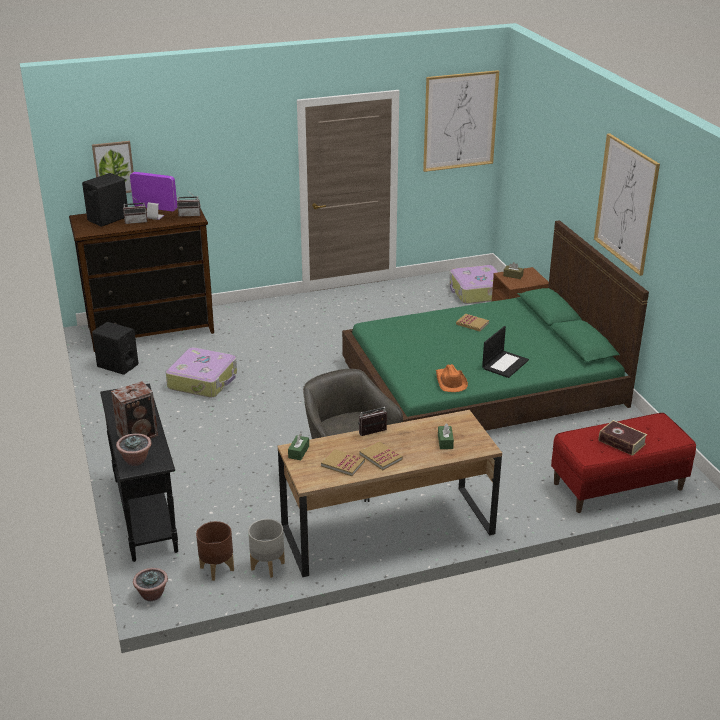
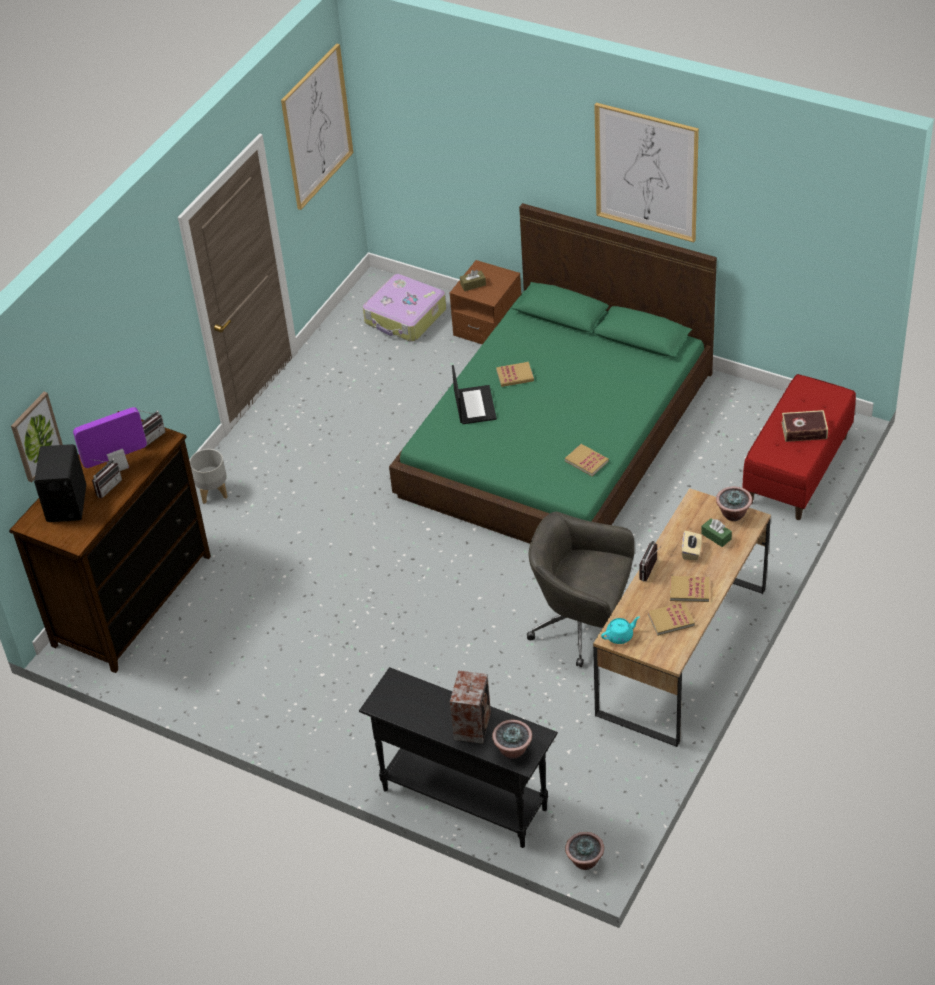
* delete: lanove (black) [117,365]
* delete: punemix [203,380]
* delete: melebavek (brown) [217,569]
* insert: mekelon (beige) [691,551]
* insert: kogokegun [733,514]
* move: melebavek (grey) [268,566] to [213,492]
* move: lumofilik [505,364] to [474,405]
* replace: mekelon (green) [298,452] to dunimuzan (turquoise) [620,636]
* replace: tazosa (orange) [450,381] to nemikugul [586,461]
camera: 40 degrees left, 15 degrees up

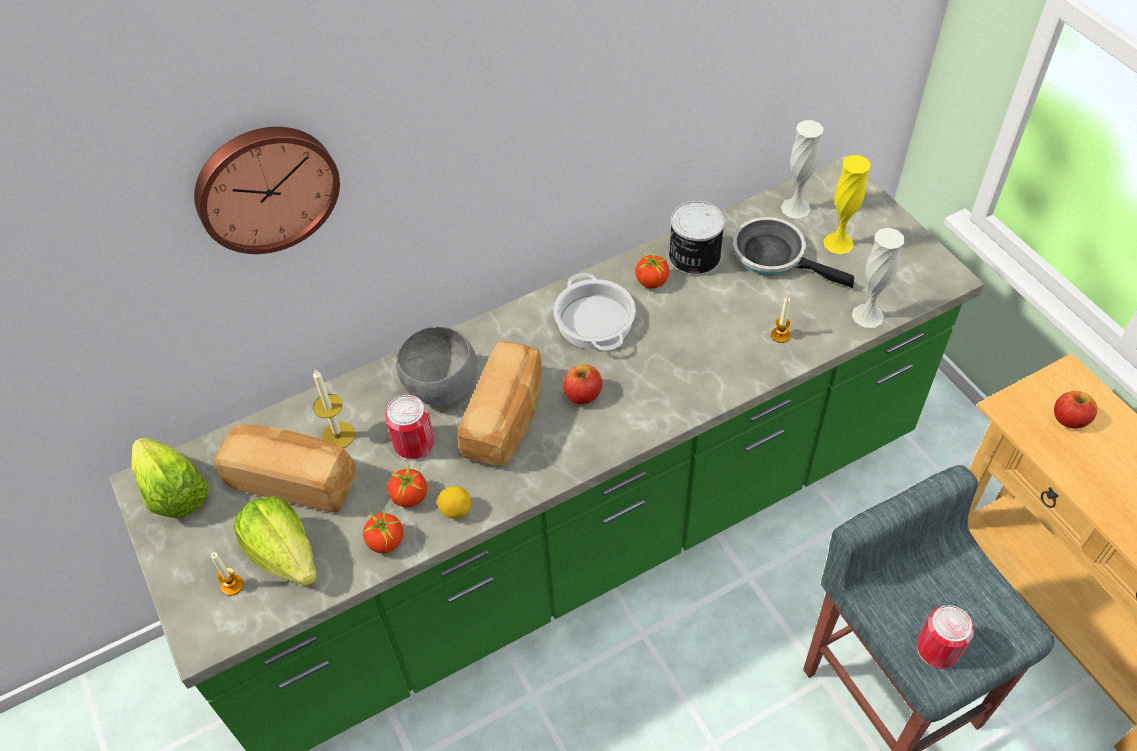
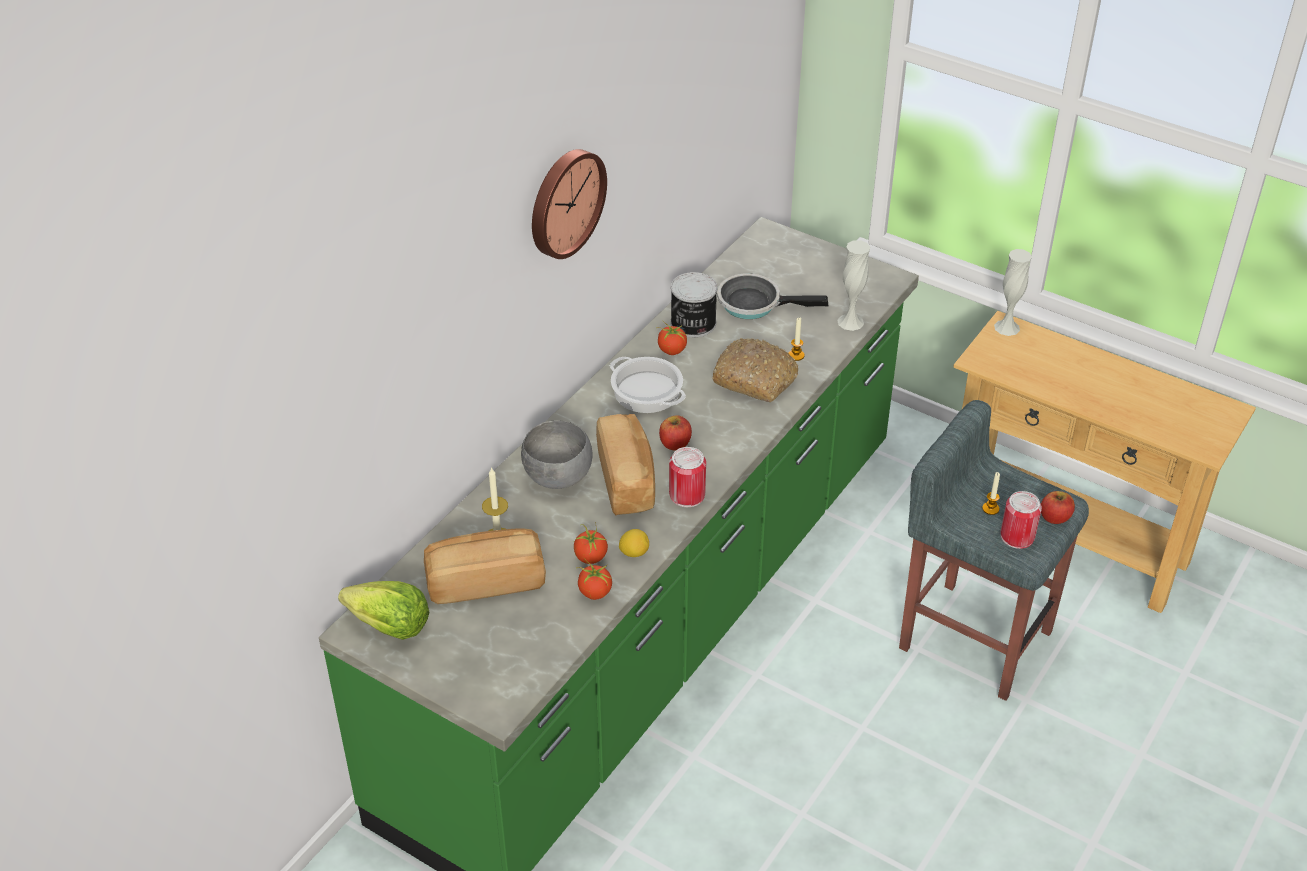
* delete: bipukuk [285,555]
* delete: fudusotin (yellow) [838,243]
* insert: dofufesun [756,379]
* move: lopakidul [265,187] to [564,202]
* move: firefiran [232,585] to [990,509]
* move: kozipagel [414,443] to [687,495]
* move: fudusotin (white) [795,208] to [1007,327]
* move: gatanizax [1069,419] to [1054,517]
camera: 30 degrees left, 10 degrees down

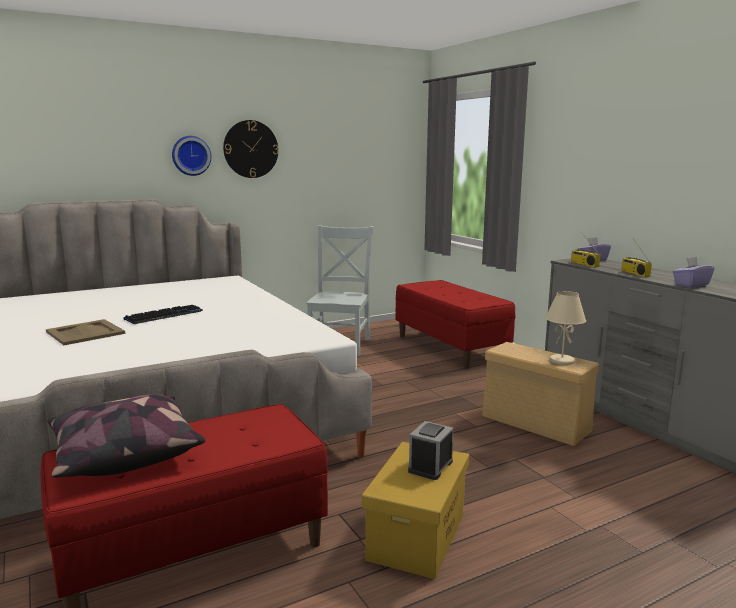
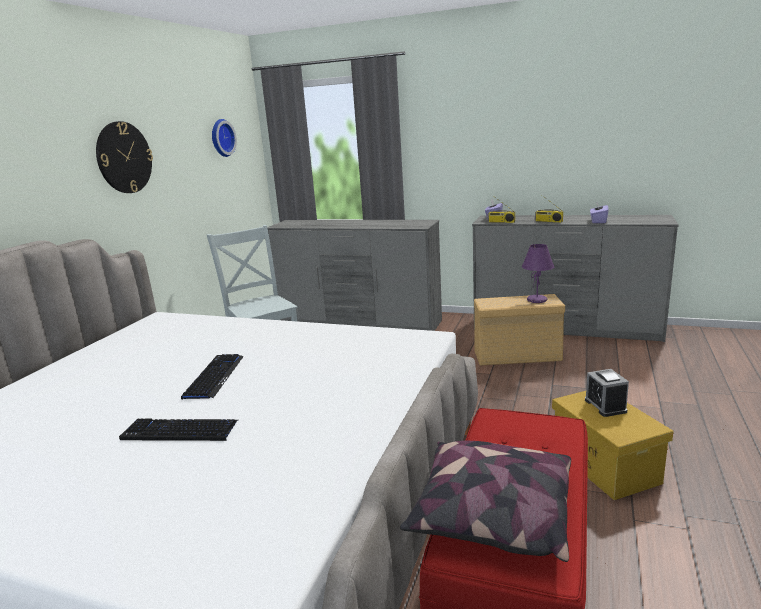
* move: lopakidul [191,155] to [221,138]
* replace: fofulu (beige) [84,332] to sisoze [180,431]
* replace: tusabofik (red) [450,347] to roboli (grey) [359,323]
* recolor: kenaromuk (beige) [561,361] to kenaromuk (purple) [537,300]
camera: 40 degrees left, 5 degrees up

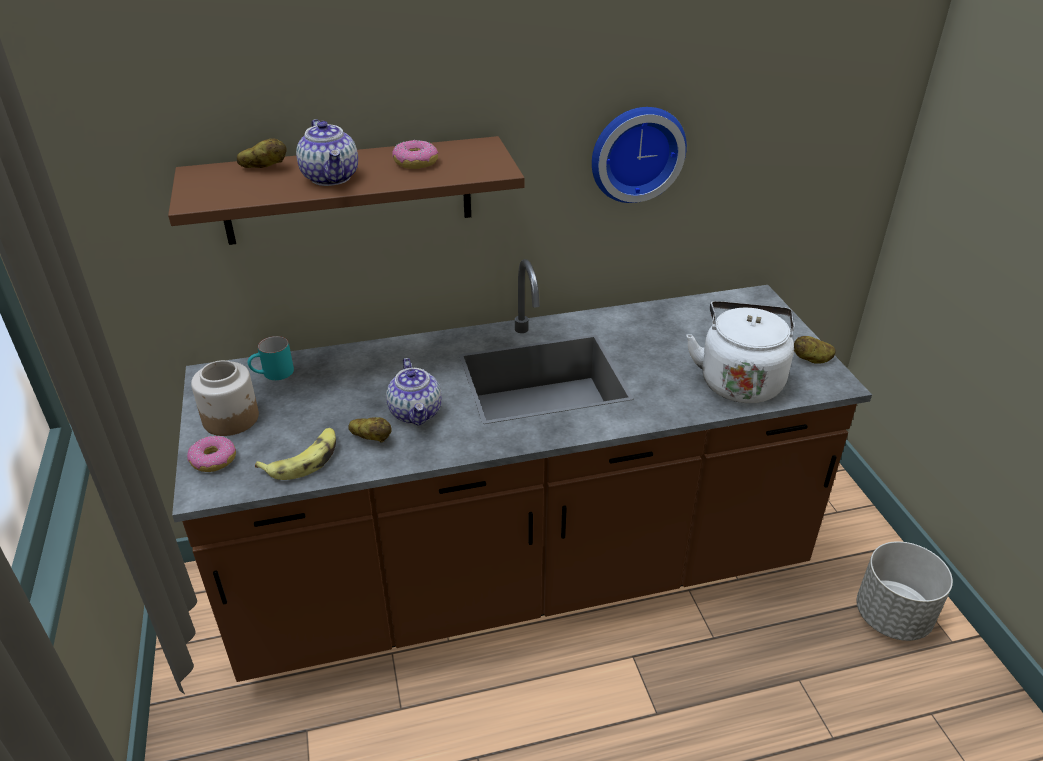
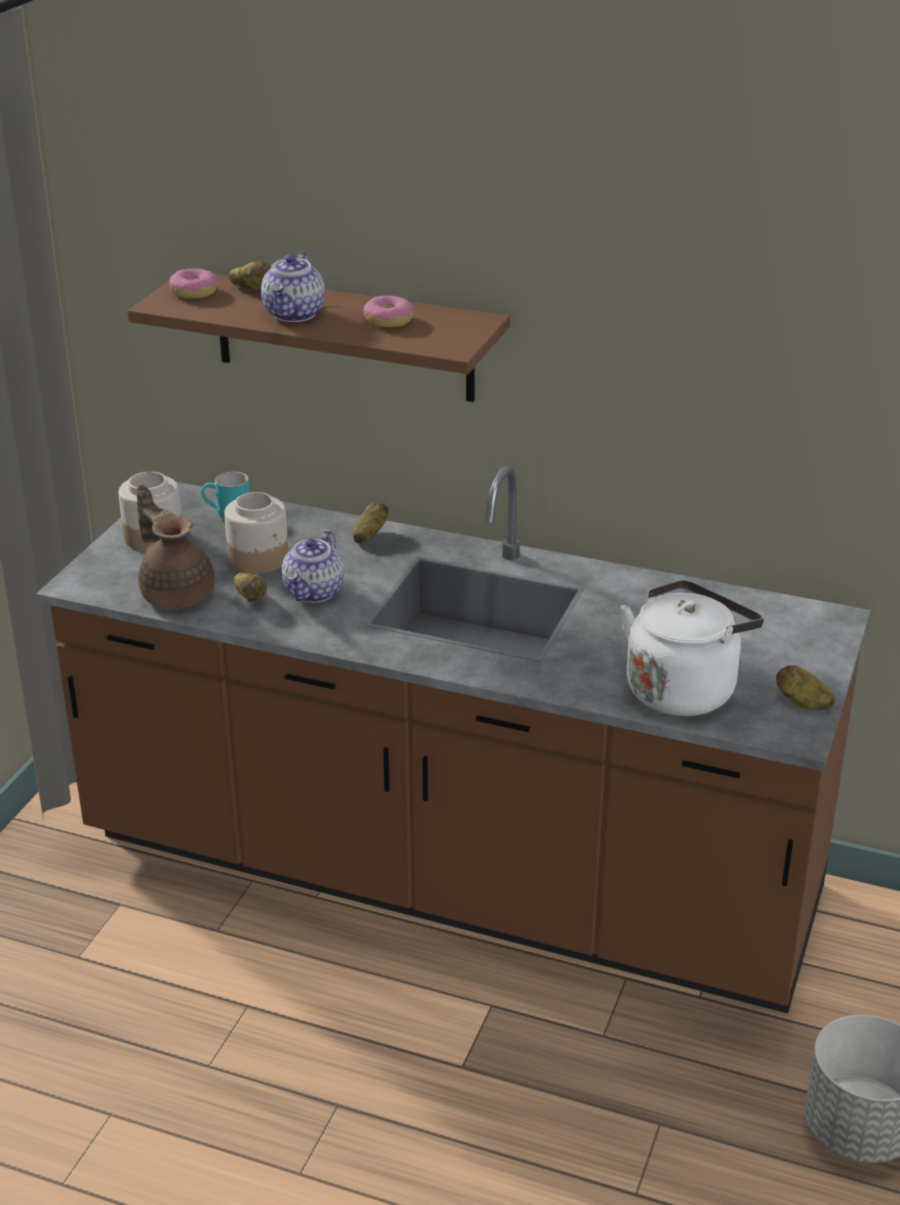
* delete: lopakidul [635,152]
* insert: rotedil [259,559]
* insert: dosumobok [369,535]
* move: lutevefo [213,460] to [194,292]
* replace: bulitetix [304,460] to dunimuzan (brown) [176,593]
camera: 35 degrees right, 5 degrees down

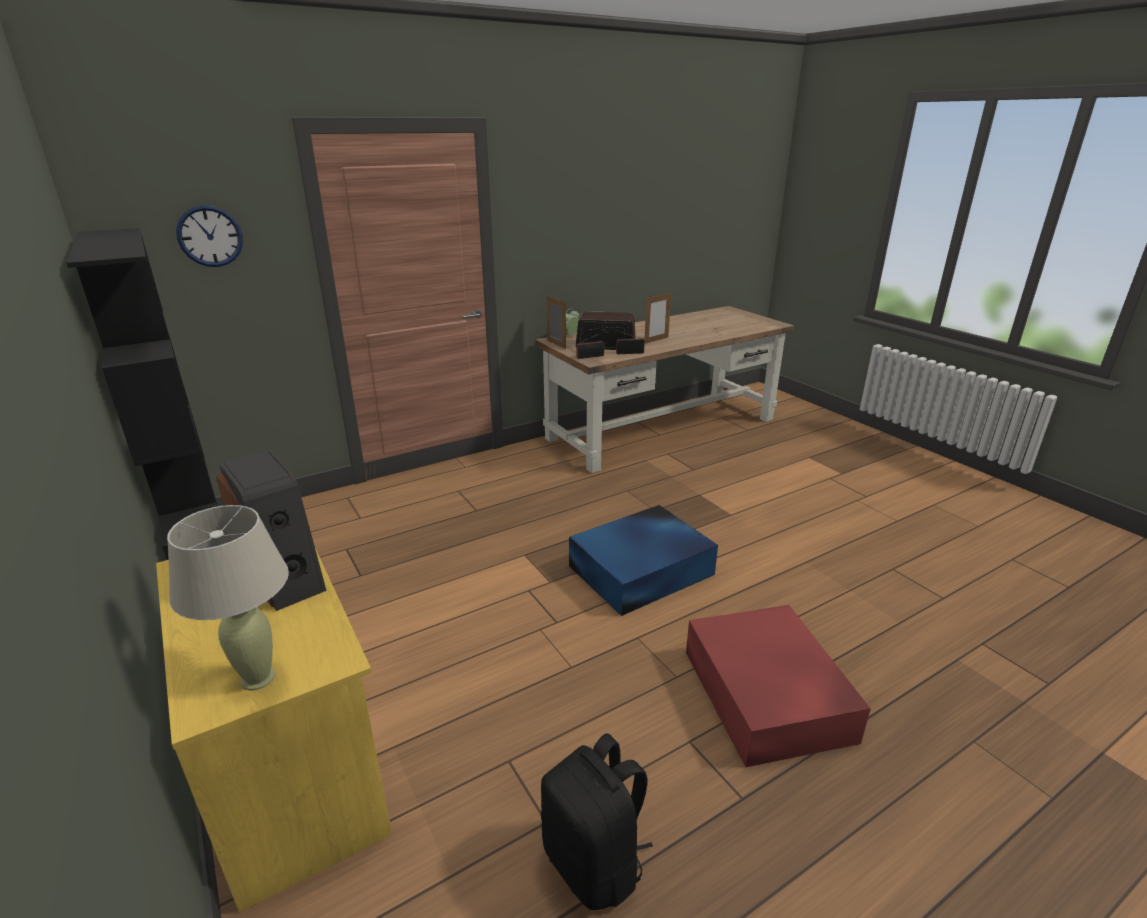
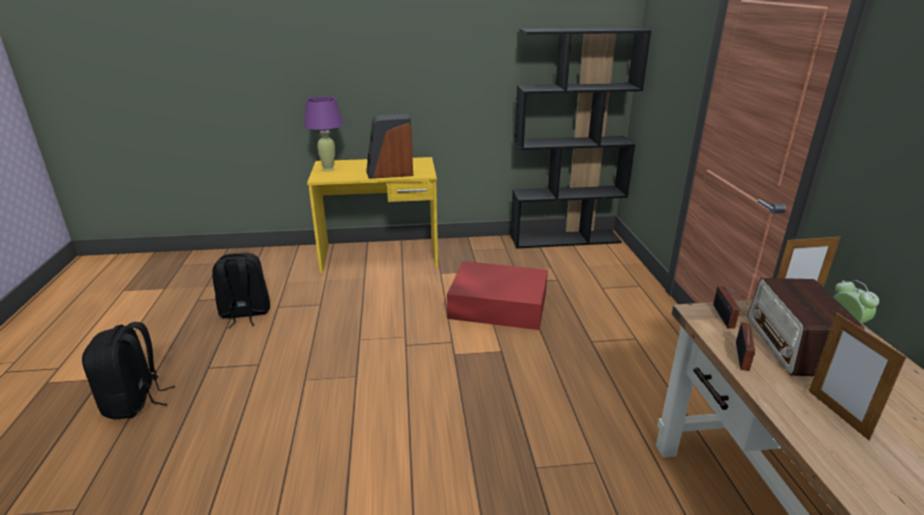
* delete: lopakidul [210,236]
* delete: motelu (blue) [643,570]
* insert: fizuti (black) [135,402]
* move: motelu (red) [766,696] to [497,304]
* recolor: kenaromuk (beige) [257,678] to kenaromuk (purple) [328,168]
* rotate: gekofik [605,345] = [794,346] 150 degrees clockwise
camera: 115 degrees right, 0 degrees up

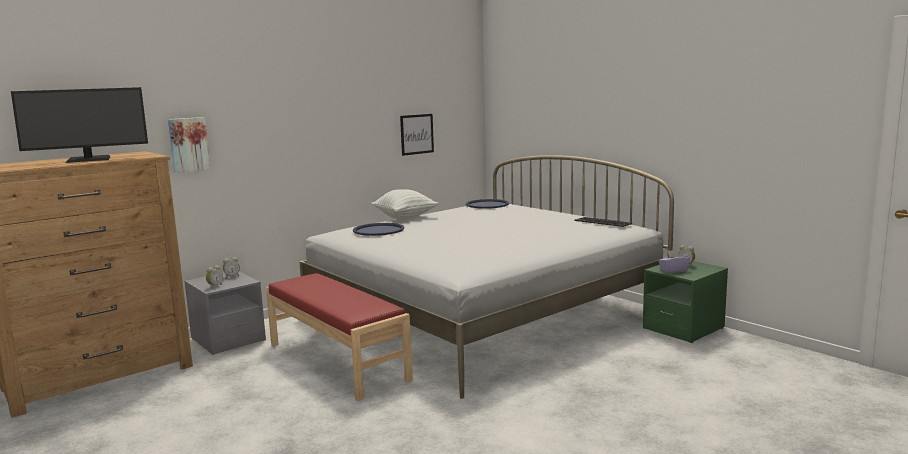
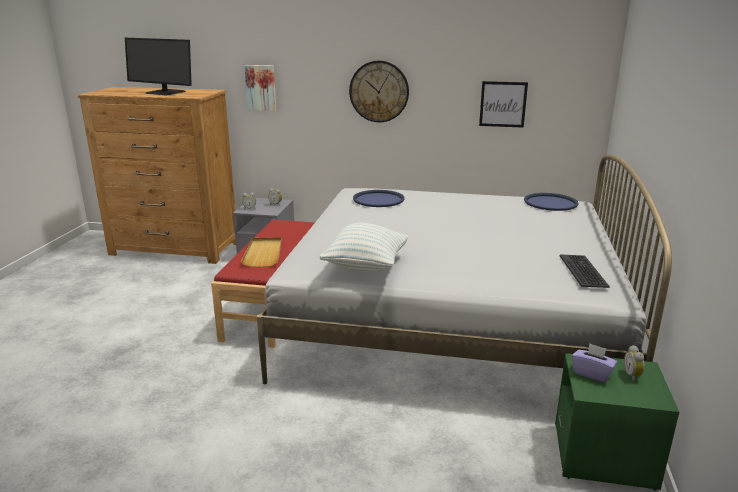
* insert: fofulu (beige) [263,254]
* insert: lopakidul [379,91]
* move: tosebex [405,218] to [365,266]
camera: 50 degrees right, 10 degrees up

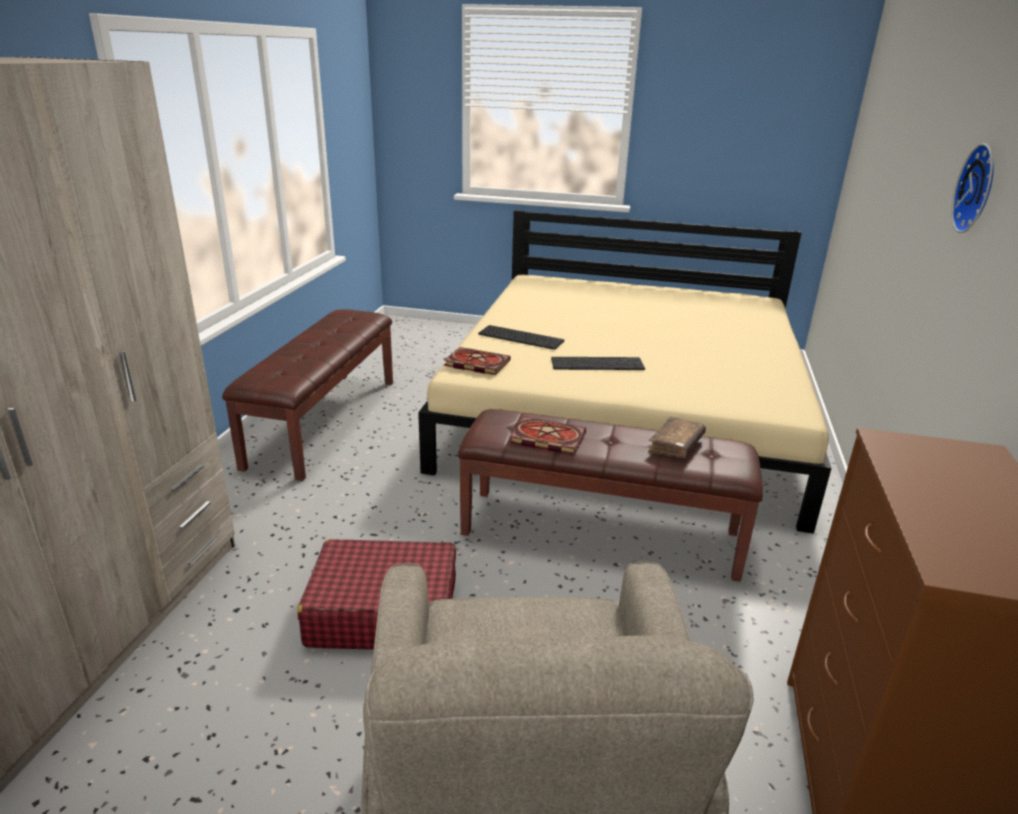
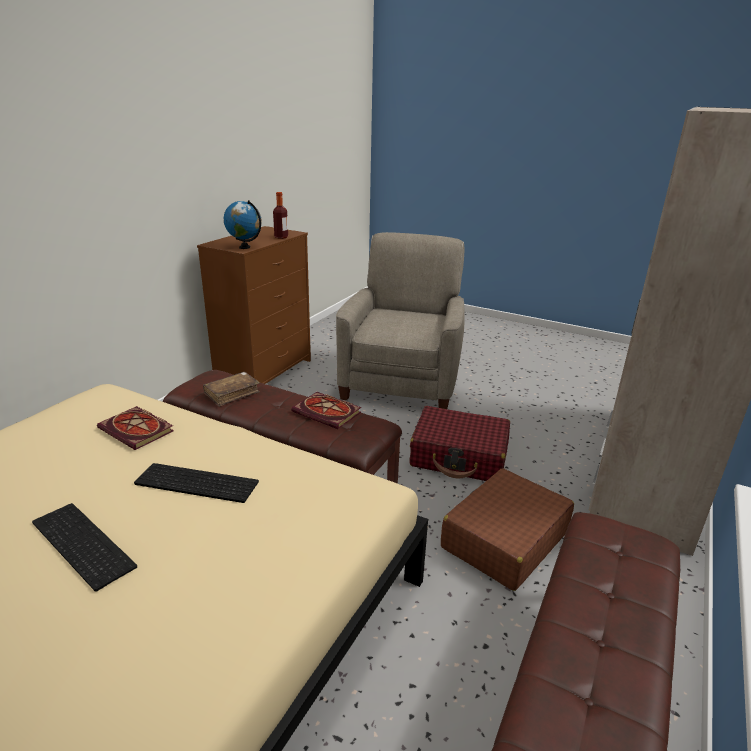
* delete: lopakidul [979,189]
* insert: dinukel [245,247]
* insert: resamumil [281,237]
* insert: punemix (brown) [504,540]
* move: nemikugul [475,363] to [138,430]
* move: sisoze [522,337] to [79,545]
camera: 165 degrees left, 0 degrees up

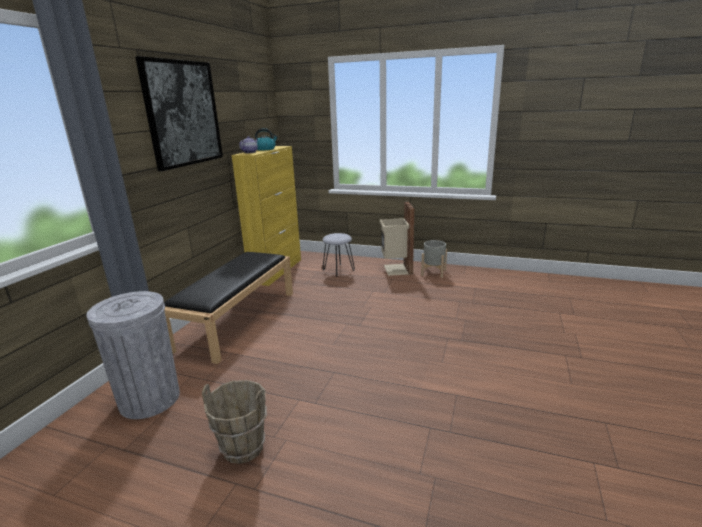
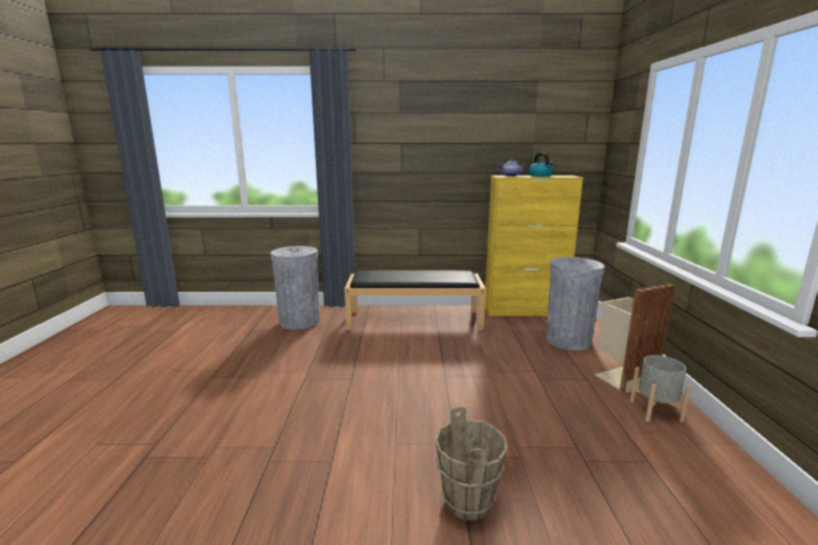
* delete: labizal [183,114]
* move: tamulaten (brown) [243,447] to [468,501]
* replace: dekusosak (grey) [338,270] to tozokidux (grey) [568,340]
camera: 70 degrees right, 5 degrees down

